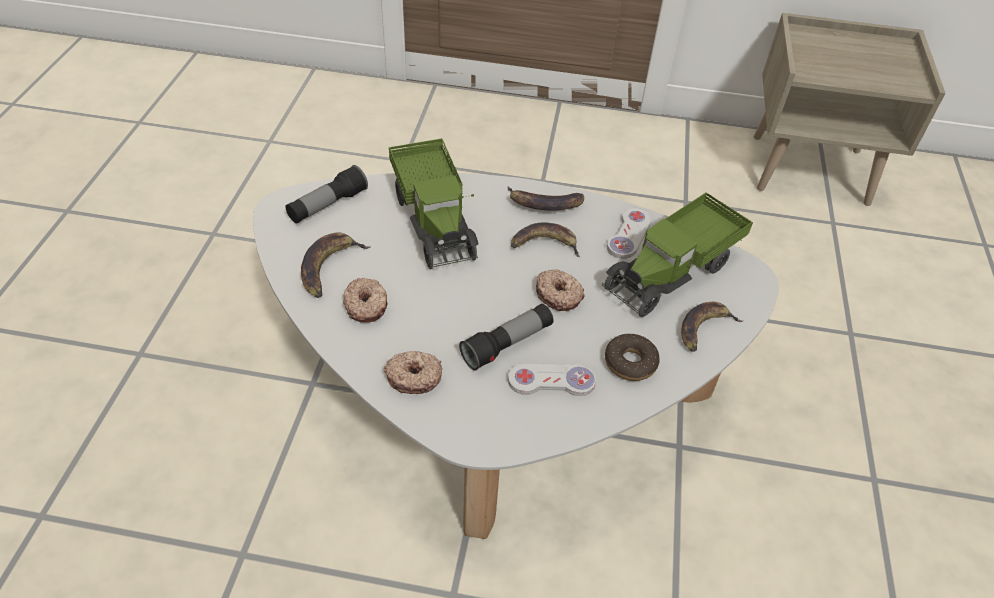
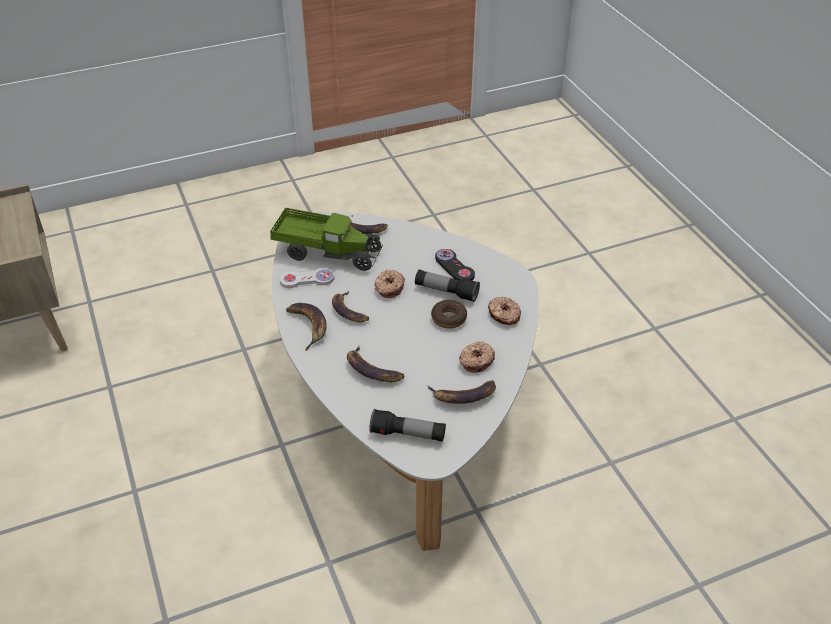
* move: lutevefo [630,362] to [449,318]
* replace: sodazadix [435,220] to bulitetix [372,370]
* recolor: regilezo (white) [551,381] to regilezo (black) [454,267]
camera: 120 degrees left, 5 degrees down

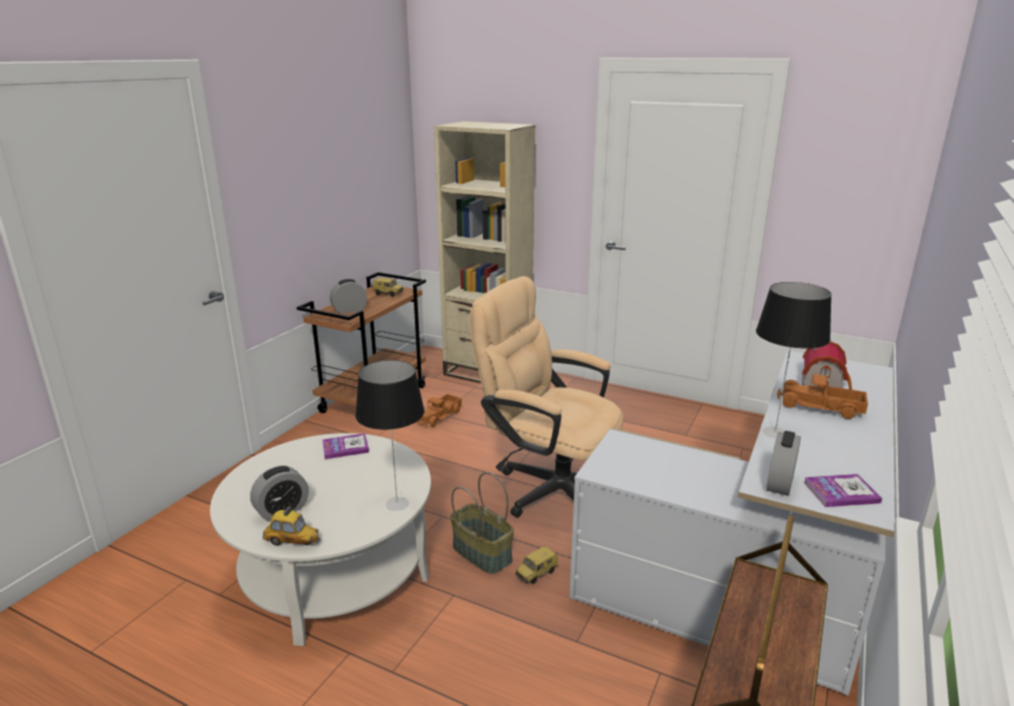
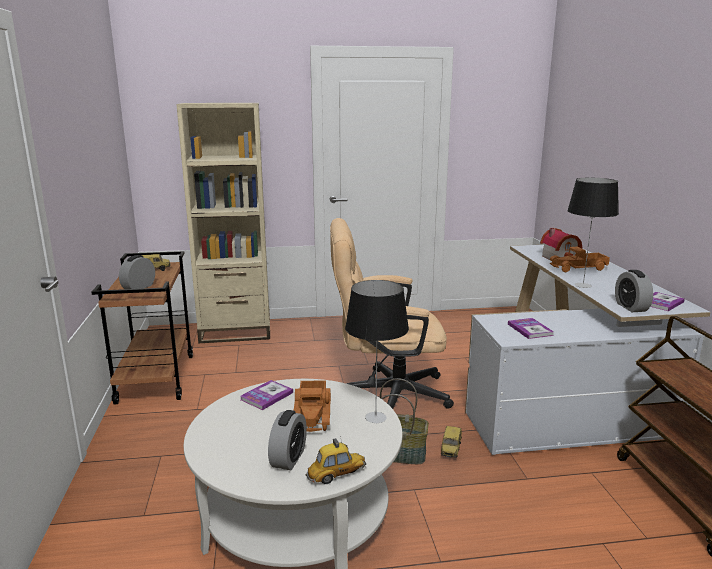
* insert: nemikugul [530,329]
* move: sodazadix [439,416] to [313,414]
camera: 35 degrees left, 5 degrees down

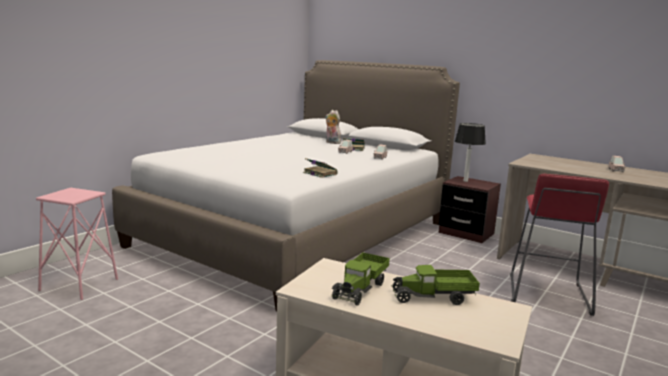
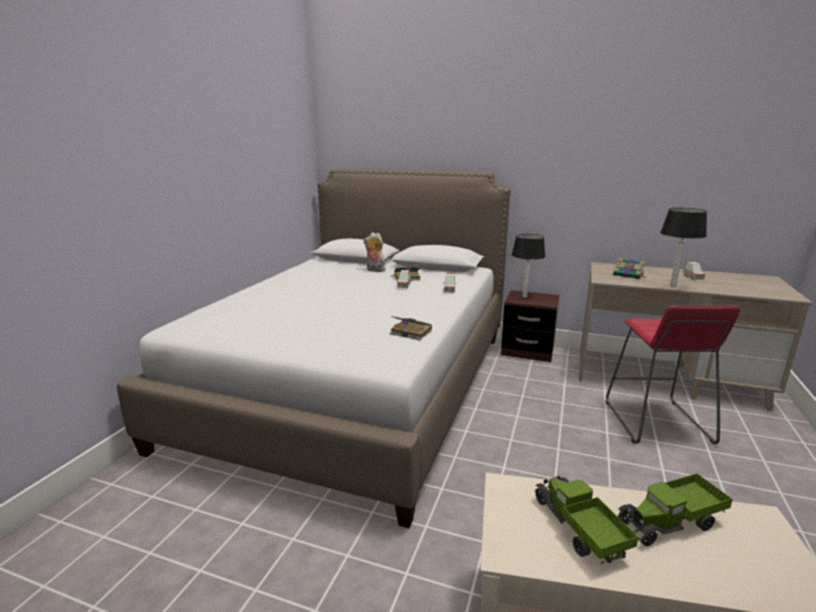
* delete: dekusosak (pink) [79,284]
* insert: nemikugul [629,275]
* insert: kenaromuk [673,286]
* rotate: sodazadix [360,288] = [578,529] 150 degrees clockwise
camera: 15 degrees left, 5 degrees up

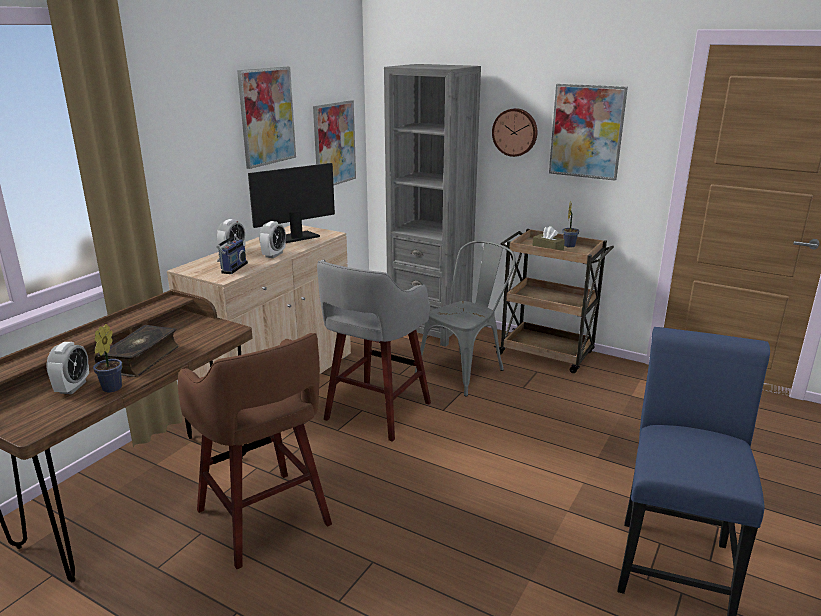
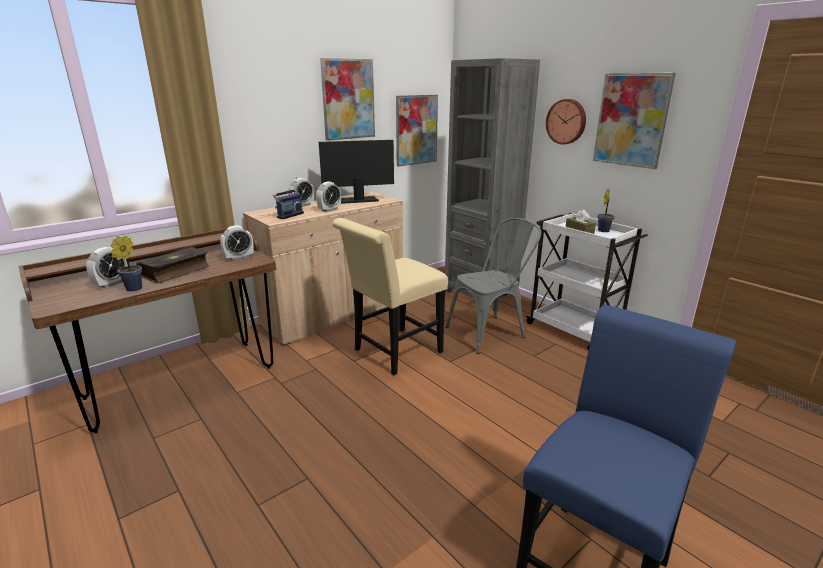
* delete: dekusosak (brown) [265,520]
* insert: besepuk [239,258]
* replace: dekusosak (grey) [376,413] to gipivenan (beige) [393,353]
* recolor: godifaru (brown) [547,354] to godifaru (white) [574,330]
camera: 20 degrees right, 0 degrees up

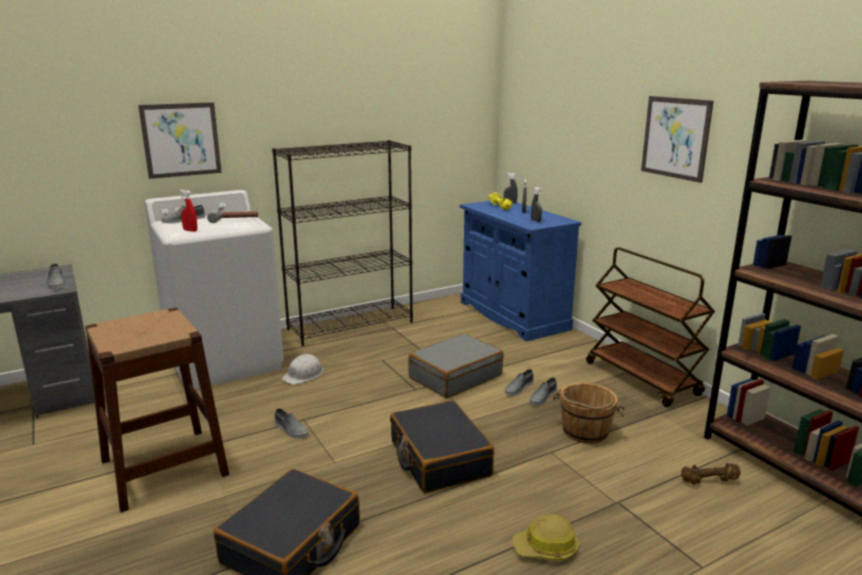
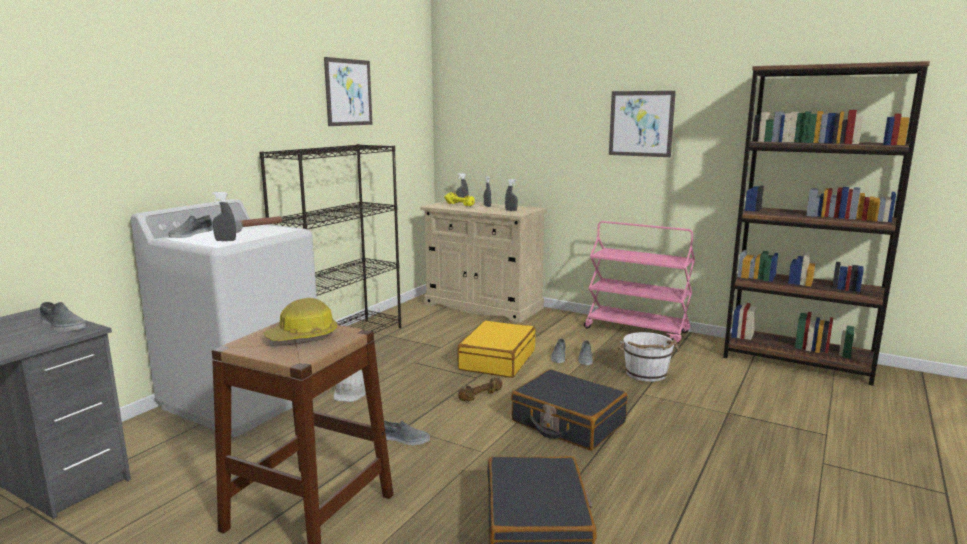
* move: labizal [181,140] to [348,92]
* move: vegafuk [546,548] to [303,336]
* move: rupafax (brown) [709,481] to [481,397]
* recolor: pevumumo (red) [190,230] to pevumumo (grey) [225,240]
* recolor: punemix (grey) [455,376] to punemix (yellow) [497,360]
* recolor: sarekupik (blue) [513,315] to sarekupik (beige) [483,306]
* recolor: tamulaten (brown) [585,431] to tamulaten (white) [646,374]
* recolor: godifaru (brown) [642,379] to godifaru (pink) [637,330]
camera: 30 degrees left, 5 degrees down

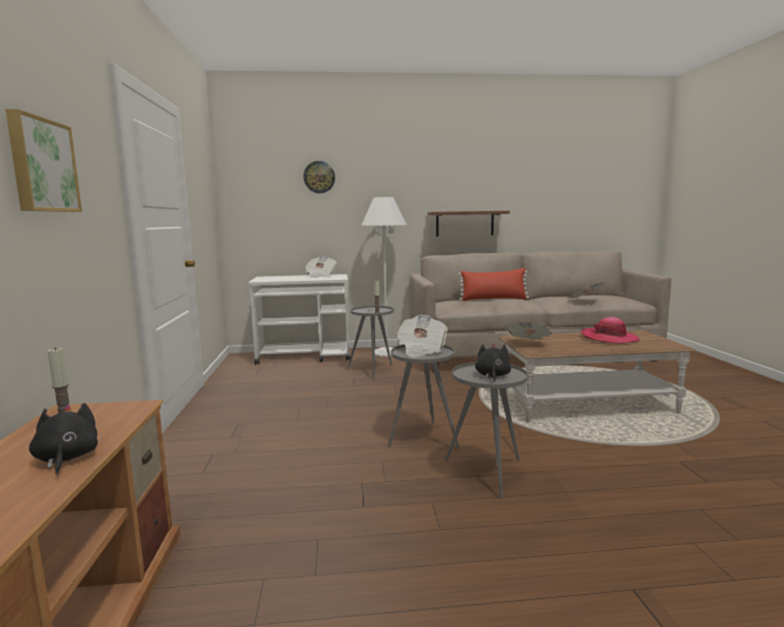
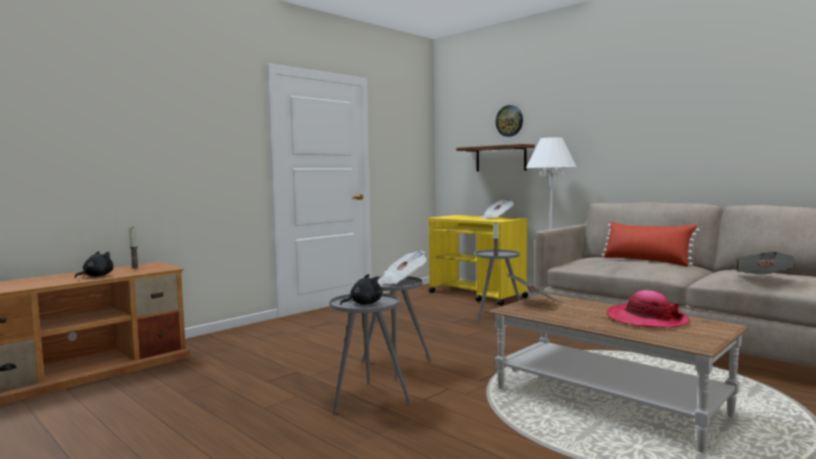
* delete: labizal [41,165]
* move: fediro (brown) [464,223] to [500,158]
* recolor: godifaru (white) [305,356] to godifaru (yellow) [477,295]
camera: 50 degrees right, 5 degrees down

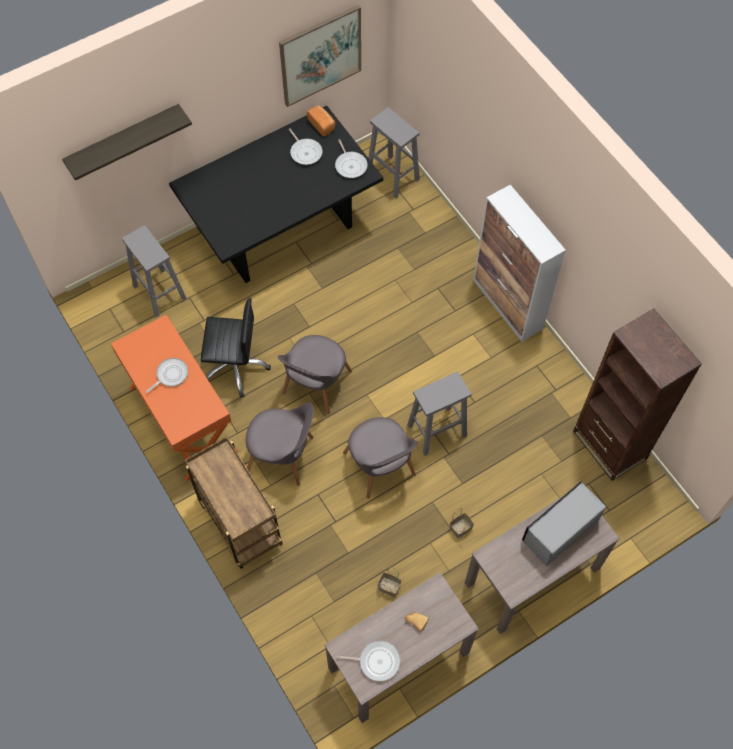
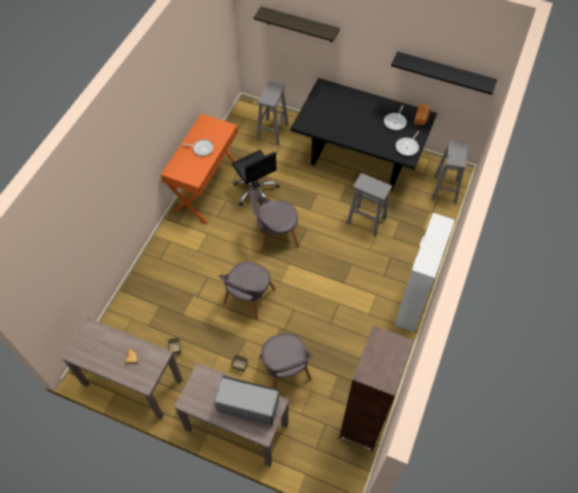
* delete: godifaru (brown) [238,522]
* delete: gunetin [376,661]
* move: gipivenan (grey) [283,456] to [285,371]
* move: dekusosak (grey) [436,431] to [365,221]
* replace: labizal [320,55] to fediro (black) [444,72]
camera: 55 degrees right, 5 degrees down

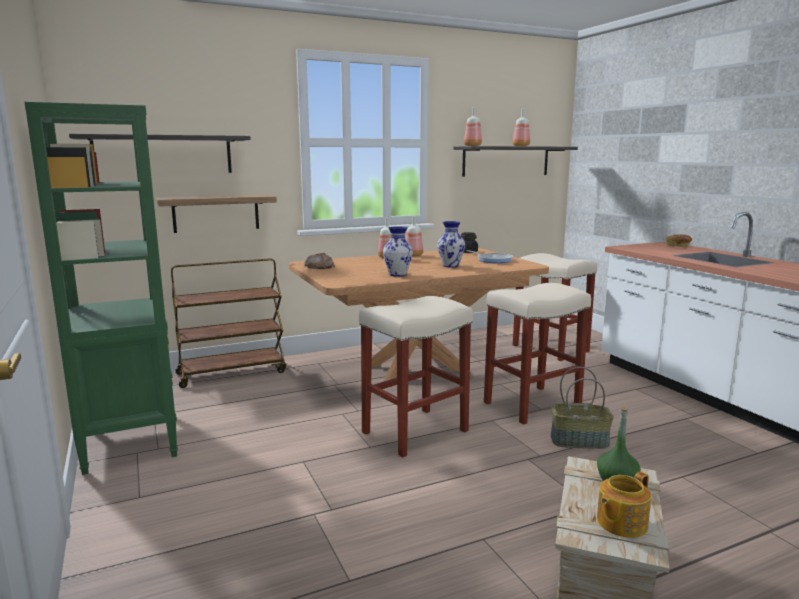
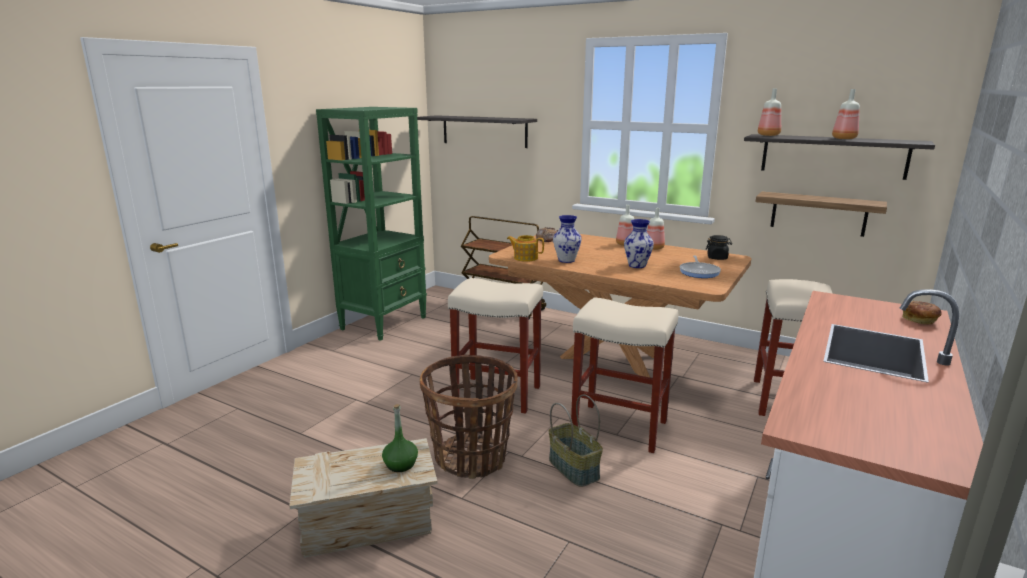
* insert: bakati [471,458]
* move: fediro [216,213] to [818,213]
* move: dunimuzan [620,522] to [525,258]
camera: 55 degrees right, 5 degrees up

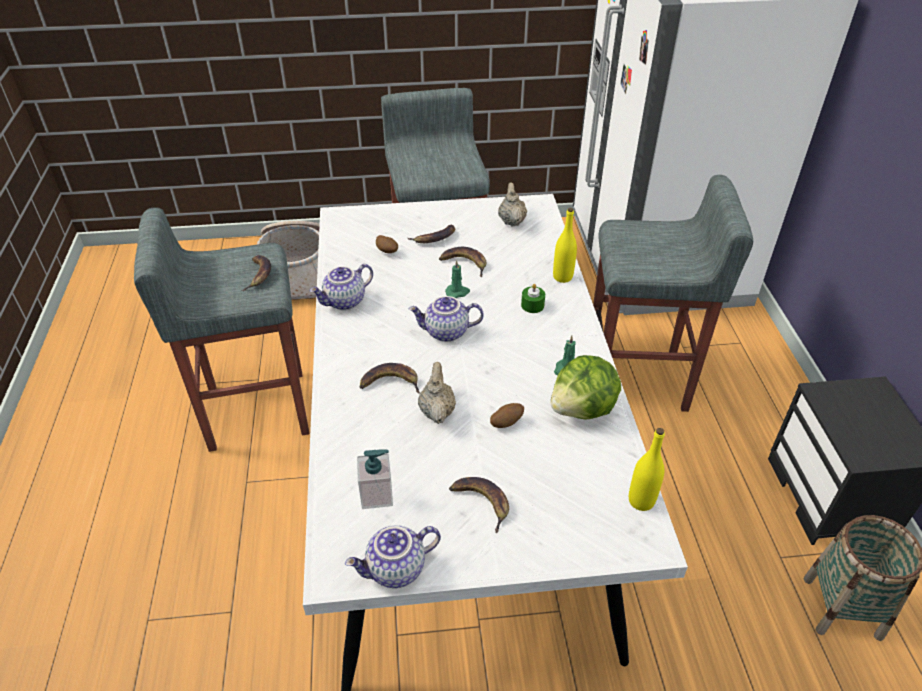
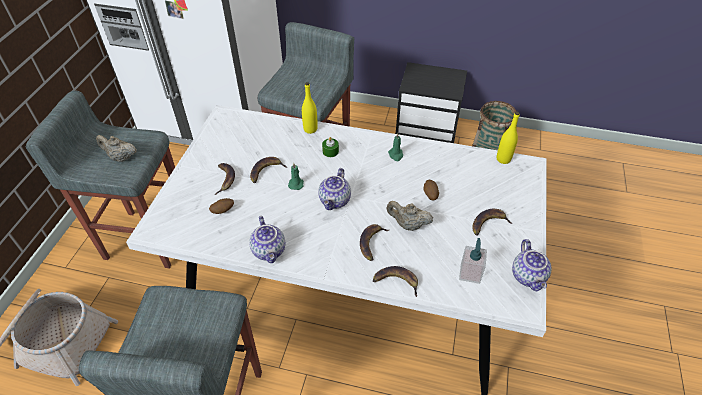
* delete: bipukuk [583,409]
* move: bulitetix [259,275] to [396,281]
* move: dunimuzan (beige) [511,221] to [121,157]
camera: 70 degrees left, 5 degrees up

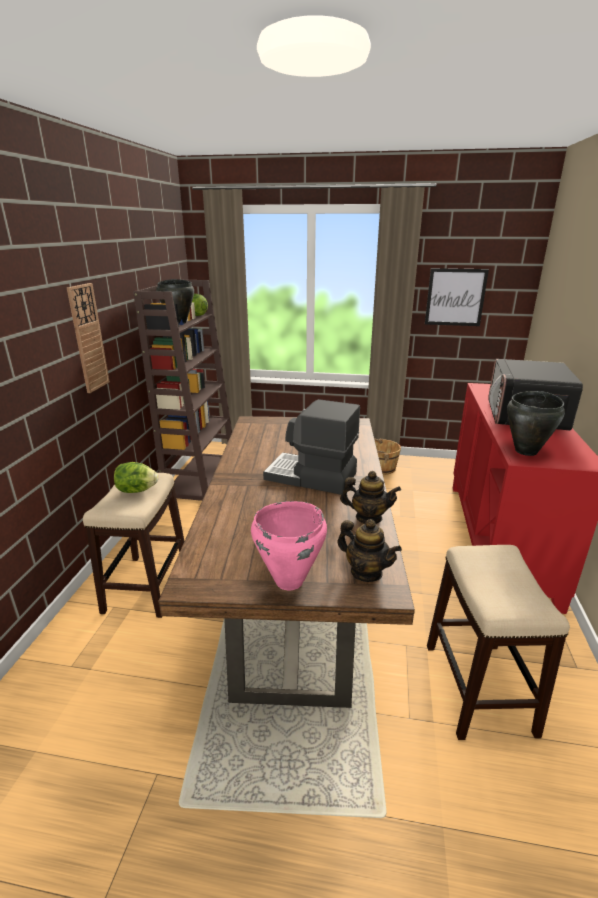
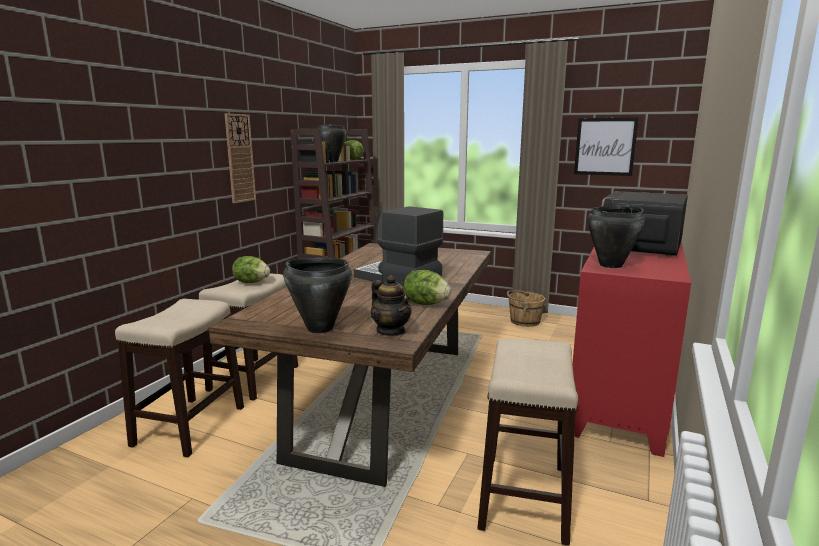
* insert: dekusosak [190,425]
* replace: dunimuzan [368,518] to bipukuk [426,304]
* recolor: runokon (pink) [288,580] to runokon (black) [319,328]
camera: 15 degrees right, 10 degrees down

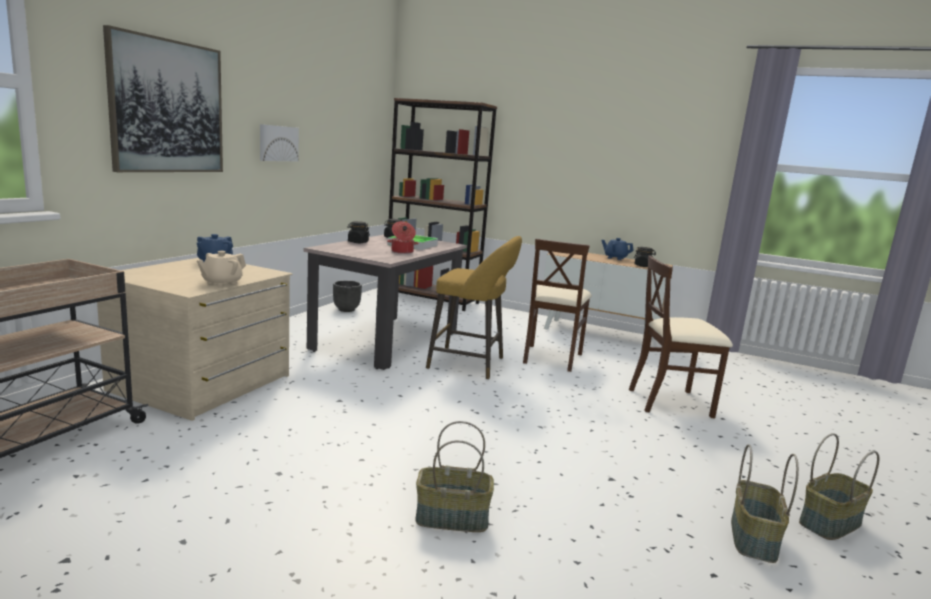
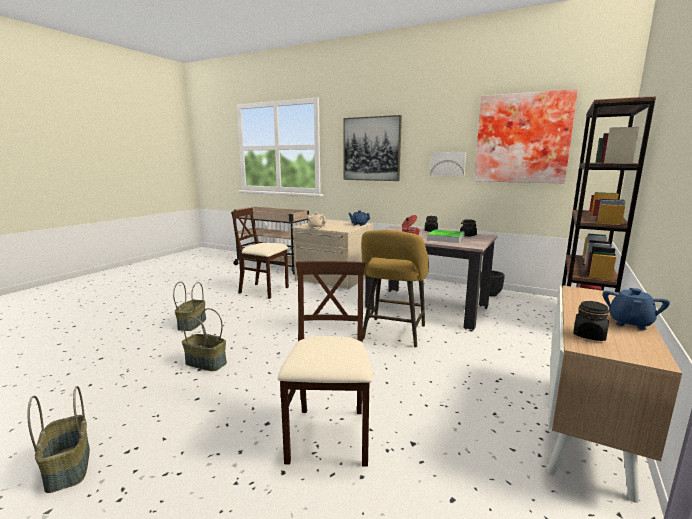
* insert: labizal [522,138]
* move: gipivenan (beige) [551,357] to [264,290]
* move: bakati [754,539] to [205,363]
camera: 95 degrees right, 0 degrees up

